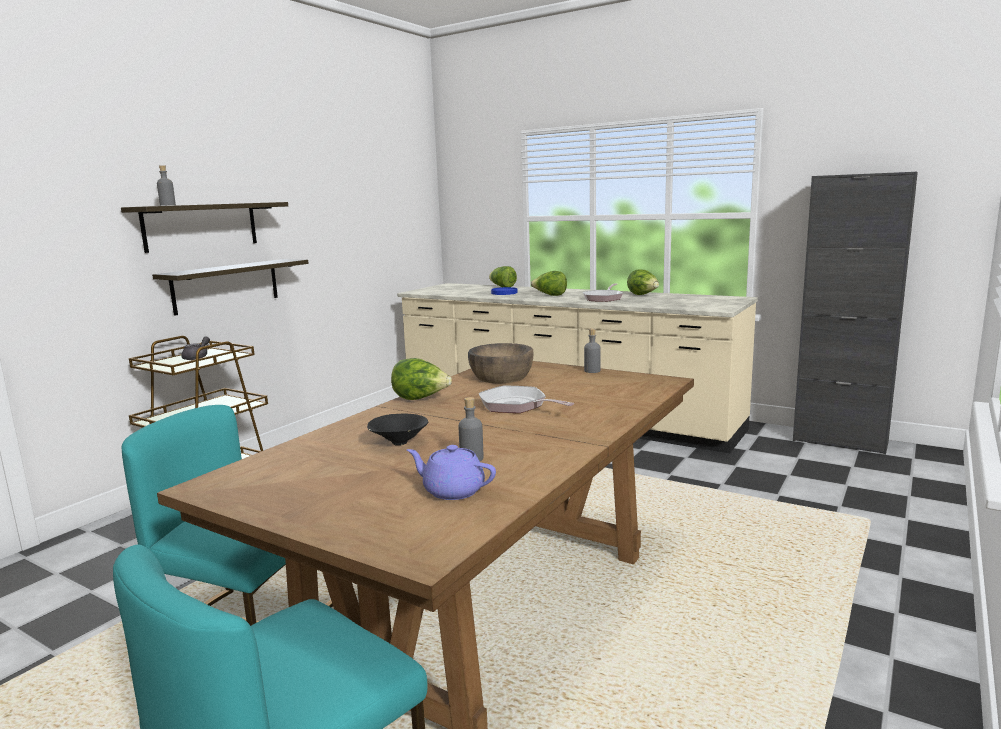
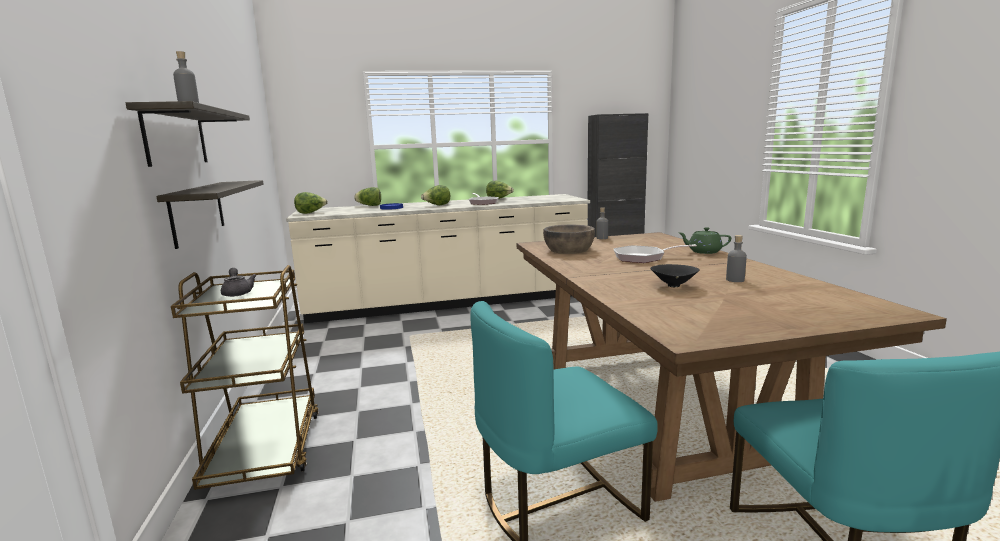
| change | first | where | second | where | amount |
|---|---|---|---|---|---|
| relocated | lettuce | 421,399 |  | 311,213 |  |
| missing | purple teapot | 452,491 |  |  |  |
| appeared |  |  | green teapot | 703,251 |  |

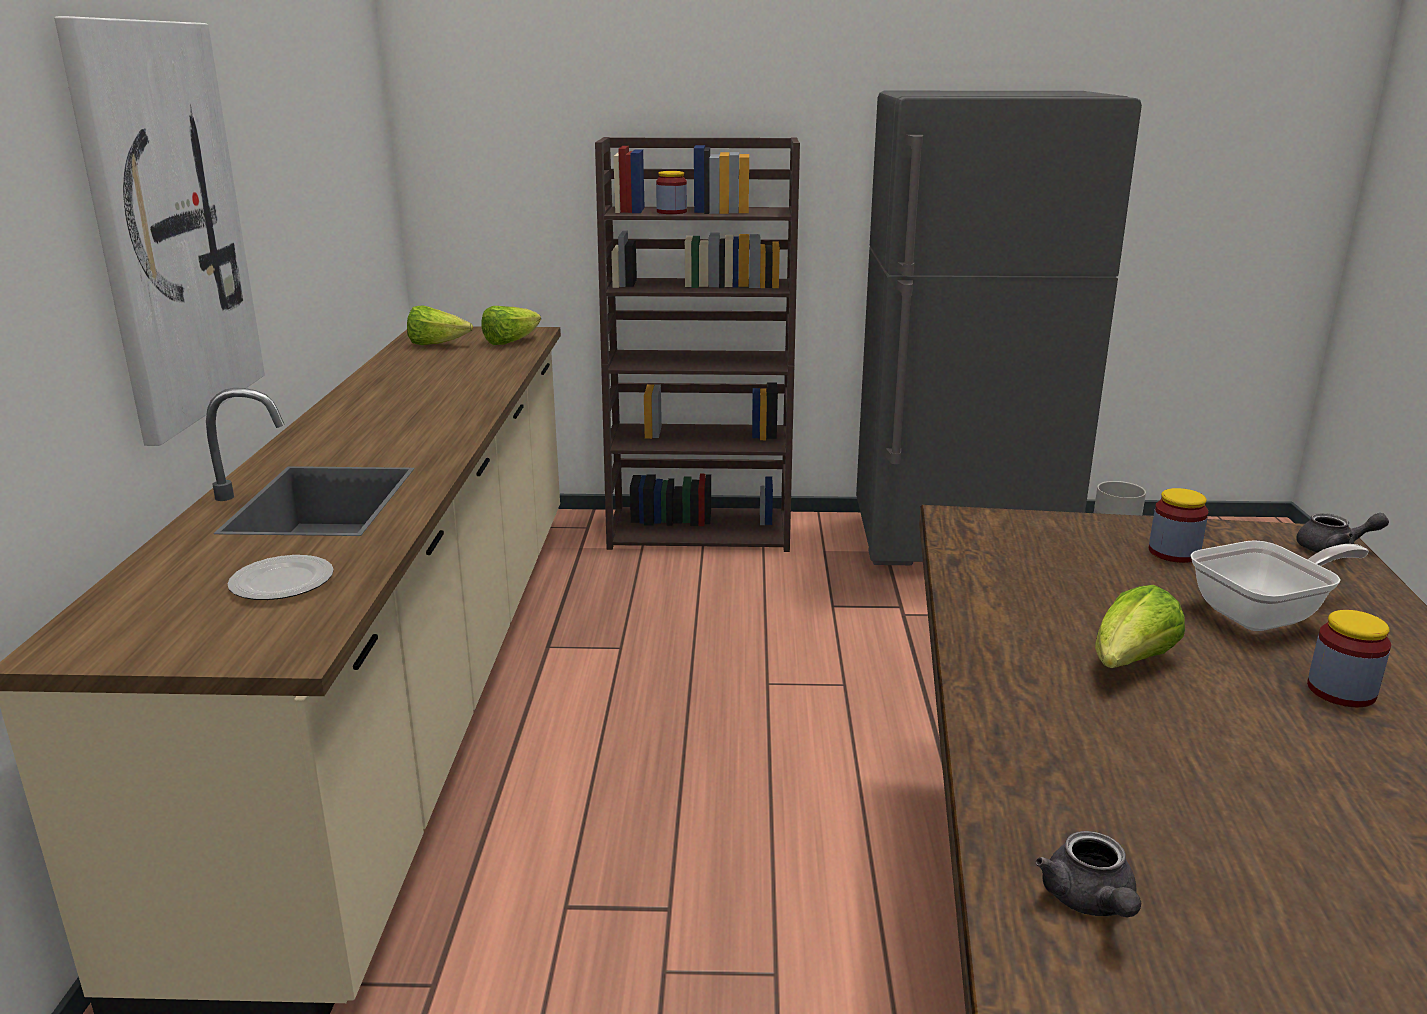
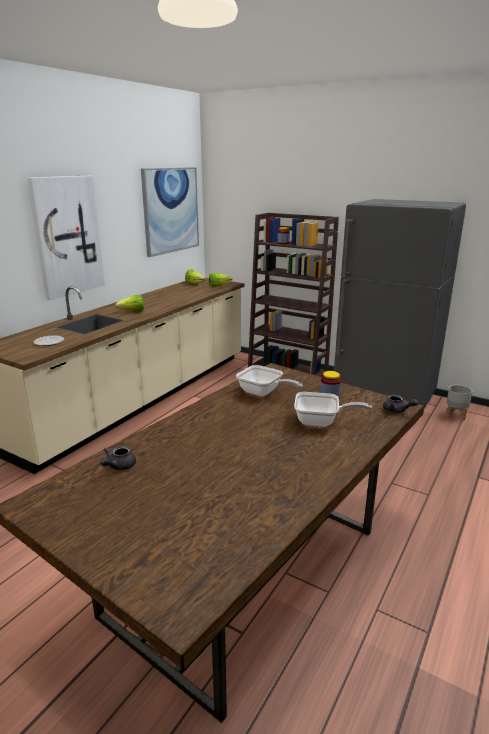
| change | first | where | second | where | amount |
|---|---|---|---|---|---|
| relocated | lettuce | 1130,664 |  | 132,312 |  |
| missing | jar | 1341,691 |  |  |  |
| appeared |  |  | picture | 171,210 |  |
| appeared |  |  | frying pan | 263,393 |  |

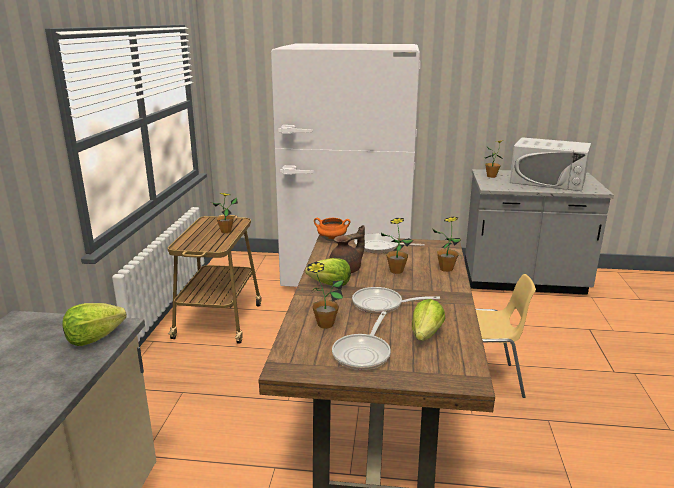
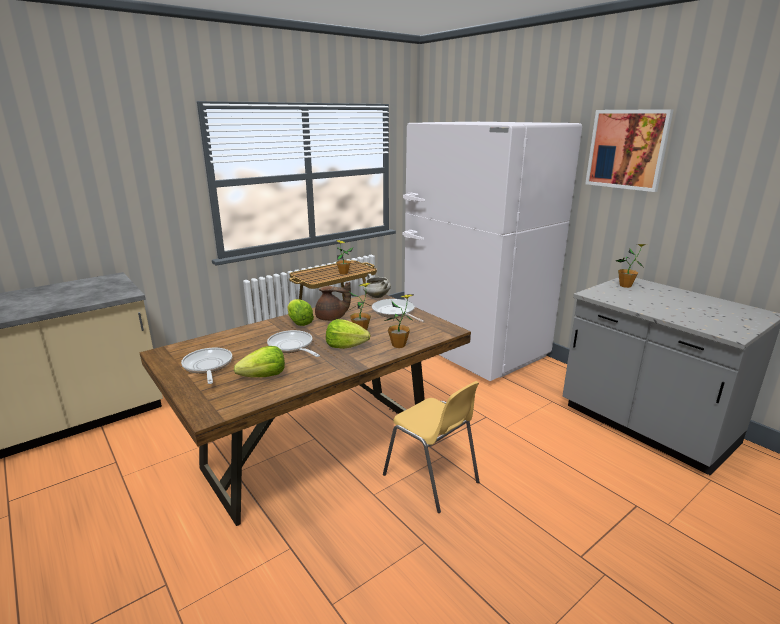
| change | first | where | second | where | amount |
|---|---|---|---|---|---|
| relocated | lettuce | 94,338 |  | 345,346 |  |
| missing | potted plant | 325,324 |  |  |  |
| colour | orange cooking pot | 331,240 | white cooking pot | 376,296 |  |
| spun | frying pan | 363,353 |  | 208,367 | 90 degrees clockwise |
| missing | white microwave | 547,181 |  |  |  |
| appeared |  |  | picture | 627,149 |  |

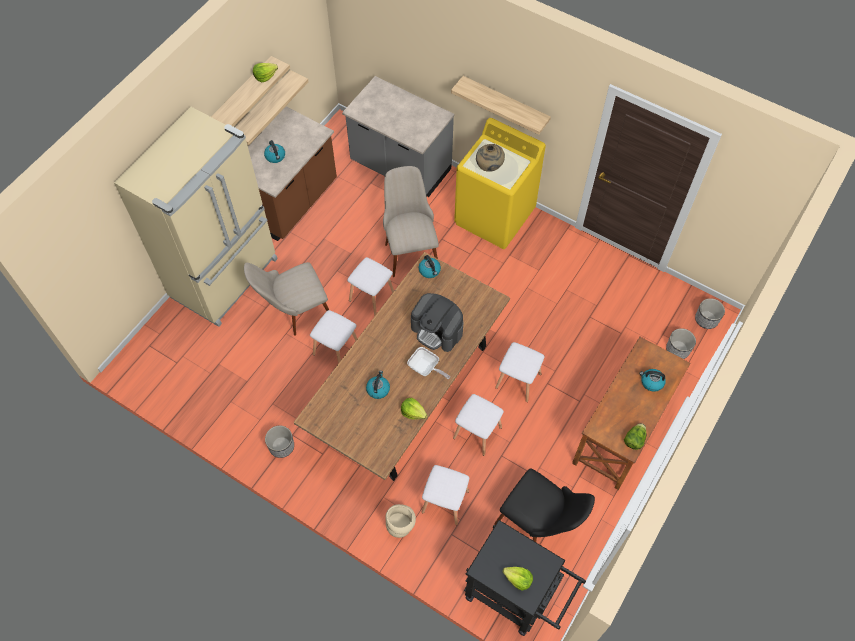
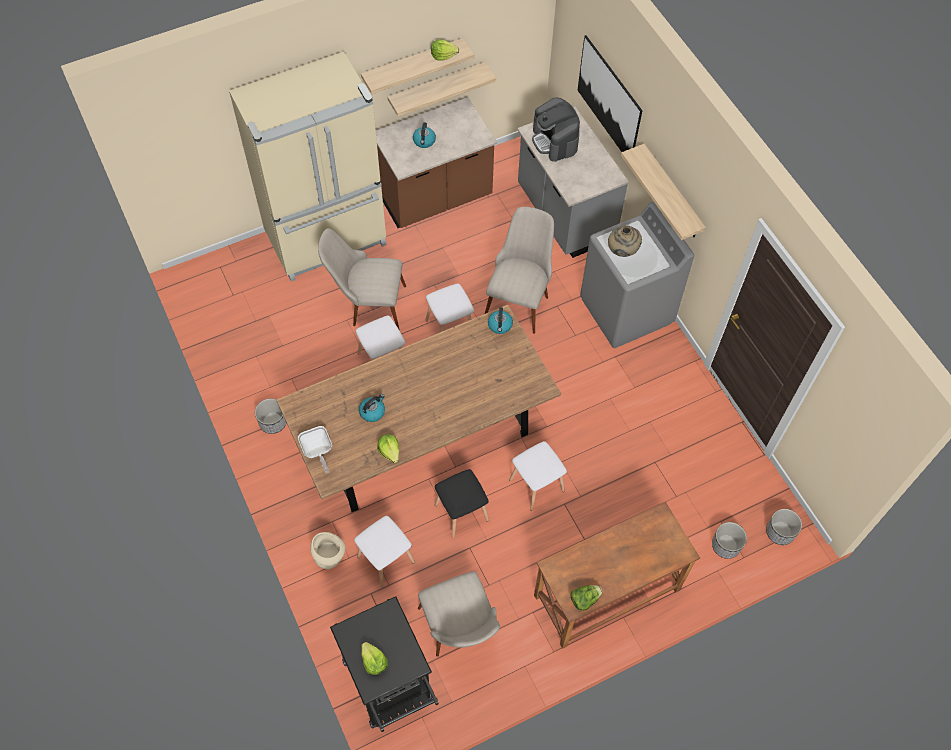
| change | first | where | second | where | amount |
|---|---|---|---|---|---|
| relocated | frying pan | 425,369 |  | 317,451 |  |
| relocated | coffee machine | 437,330 |  | 555,141 |  |
| colour | white stool | 477,433 | black stool | 461,513 |  |
| colour | yellow washing machine | 495,217 | grey washing machine | 626,311 |  |
| colour | black chair | 539,523 | beige chair | 461,633 |  |
| missing | kettle | 651,382 |  |  |  |
| appeared |  |  | picture | 609,99 |  |

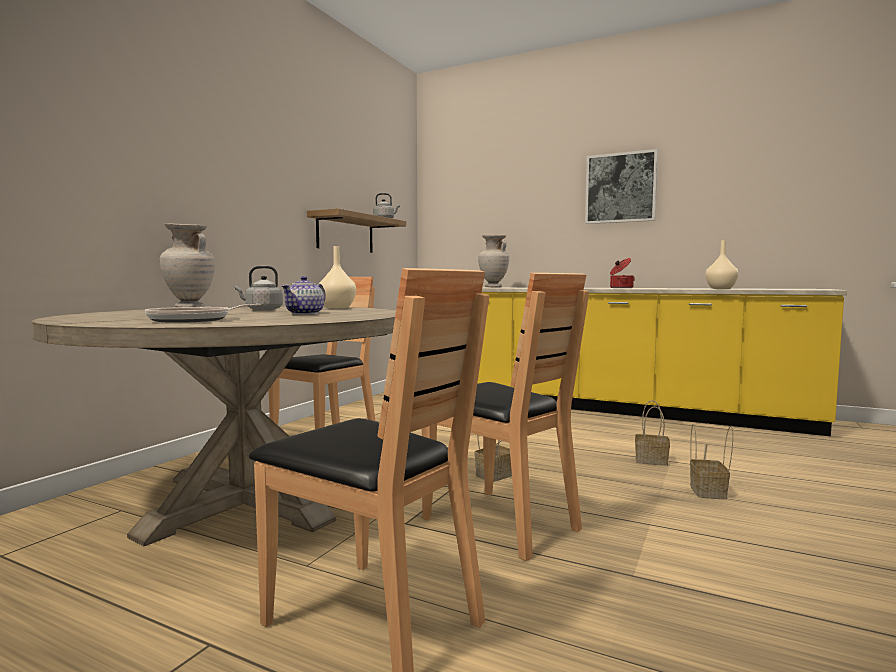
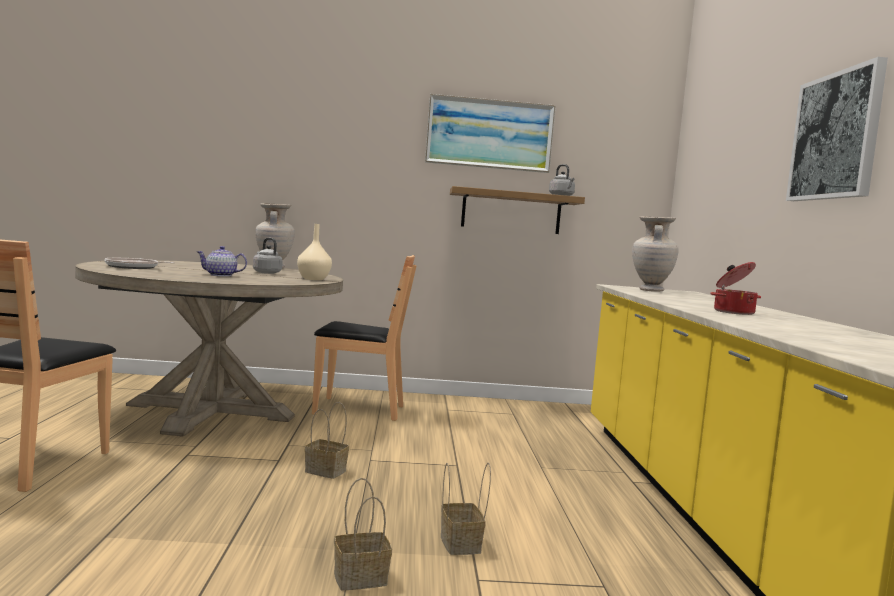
| change | first | where | second | where | amount |
|---|---|---|---|---|---|
| missing | brown chair | 500,522 |  |  |  |
| missing | beige vase | 721,288 |  |  |  |
| appeared |  |  | picture | 489,134 |  |

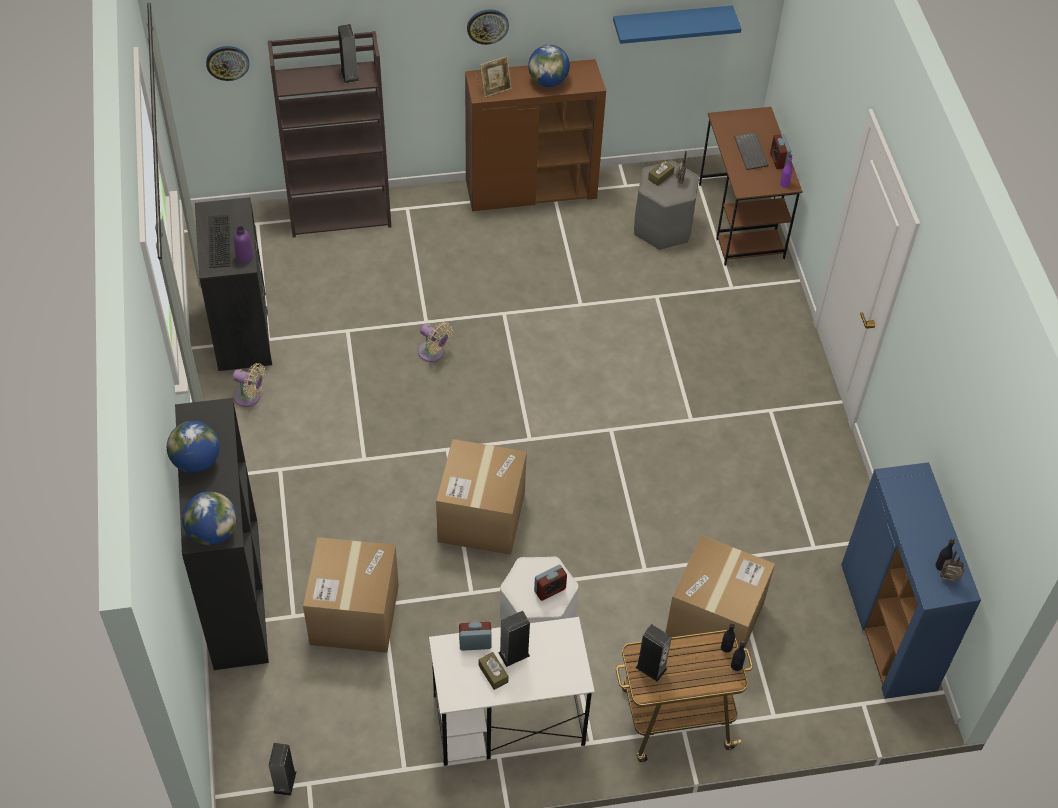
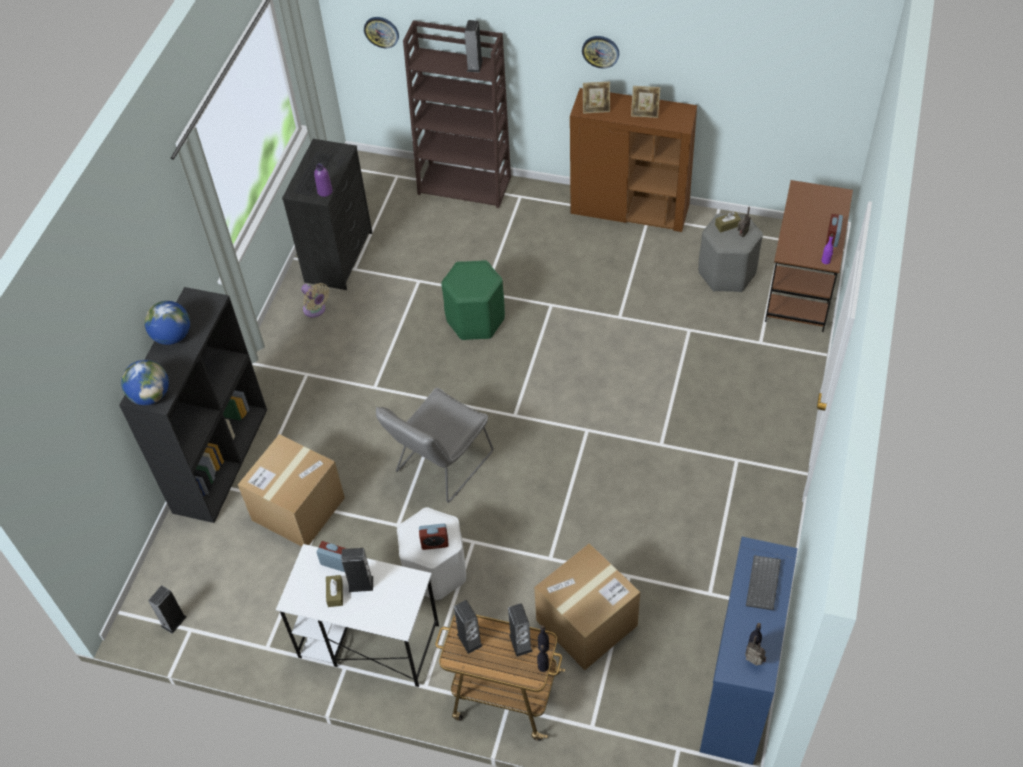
| change | first | where | second | where | amount |
|---|---|---|---|---|---|
| exchanged | beige fan | 433,353 | green stool | 475,320 |  |
| exchanged | cardboard box | 481,517 | grey chair | 440,466 |  |
| exchanged | globe | 548,81 | picture frame | 645,113 |  |
| missing | blue shelf | 671,23 |  |  |  |
| relocated | keyboard | 752,152 |  | 764,584 |  |
| appeared |  |  | speaker | 520,643 |  |

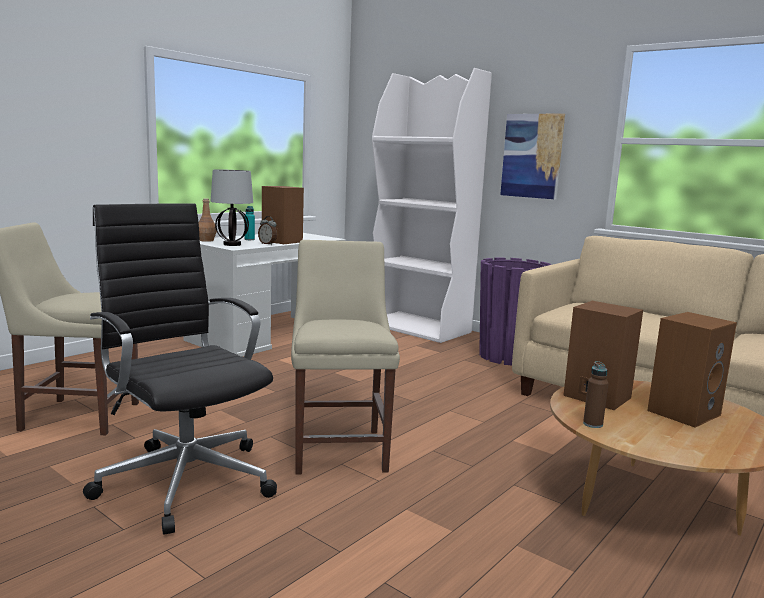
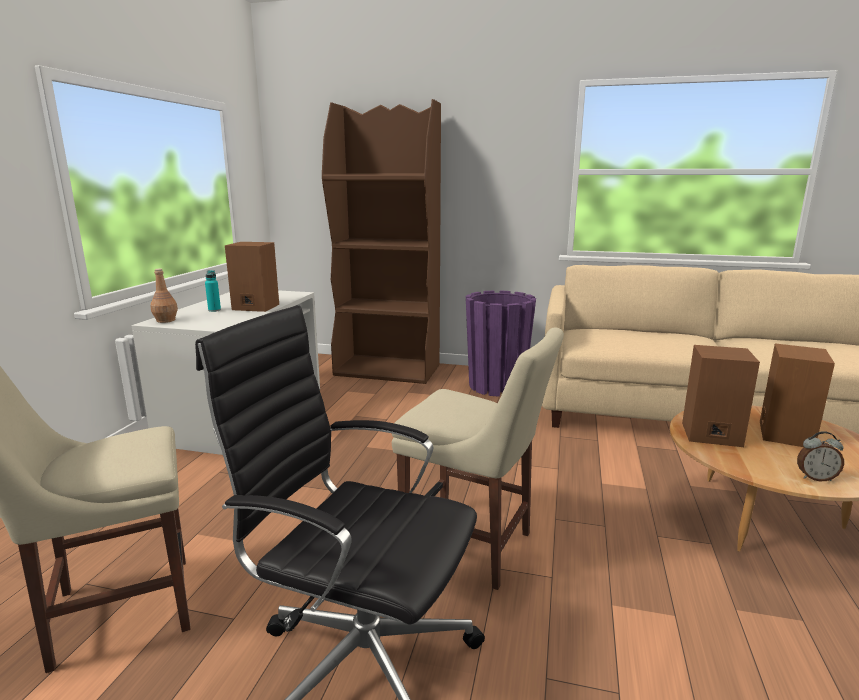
| change | first | where | second | where | amount |
|---|---|---|---|---|---|
| missing | table lamp | 232,244 |  |  |  |
| relocated | alarm clock | 268,244 |  | 815,478 |  |
| spun | beige chair | 339,448 |  | 473,547 | 150 degrees clockwise |
| colour | white bookcase | 418,328 | brown bookcase | 388,370 |  |
| missing | picture | 532,156 |  |  |  |
| missing | brown bottle | 593,424 |  |  |  |

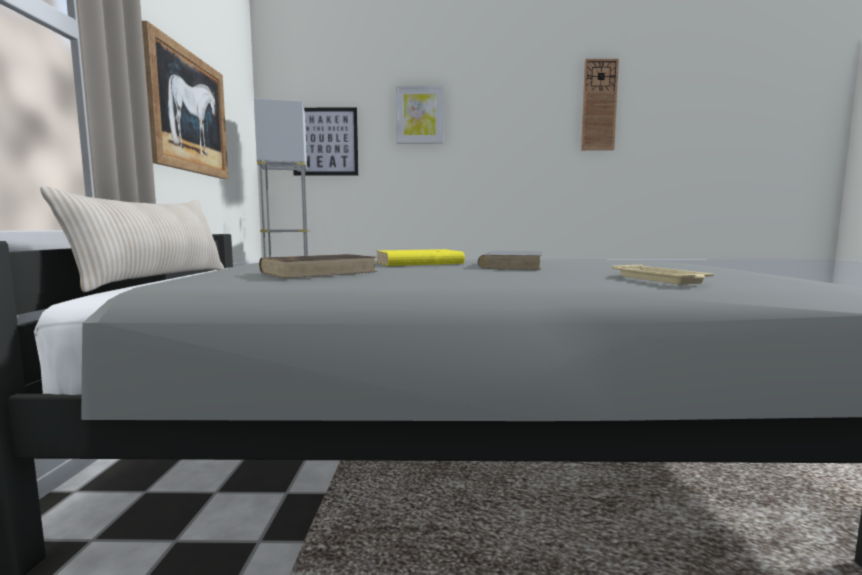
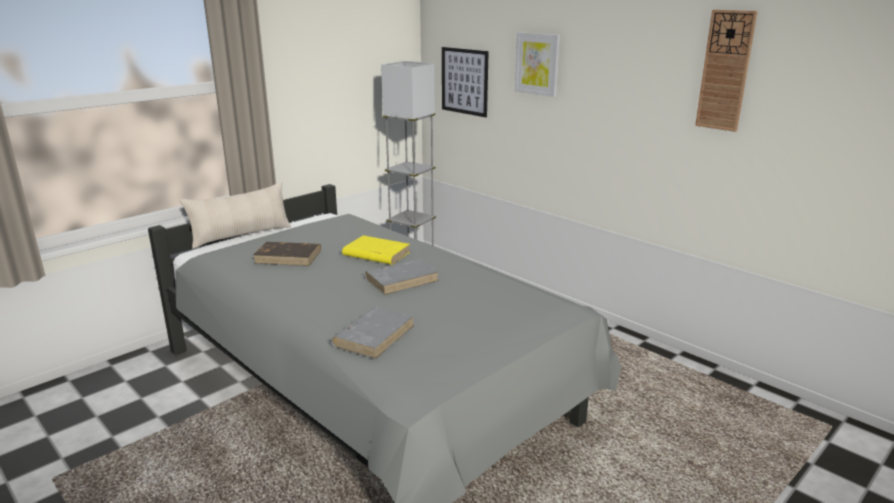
| change | first | where | second | where | amount |
|---|---|---|---|---|---|
| missing | picture | 189,113 |  |  |  |
| exchanged | beige tray | 660,279 | grey book | 374,335 |  |

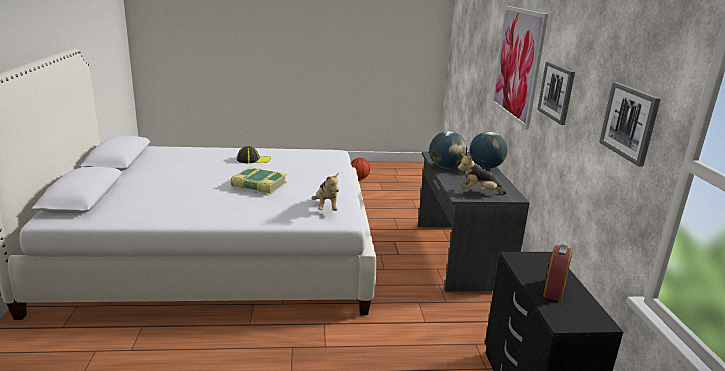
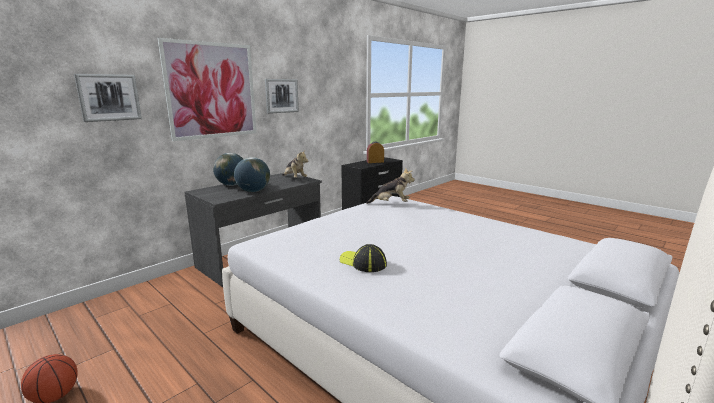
| change | first | where | second | where | amount |
|---|---|---|---|---|---|
| missing | book | 259,185 |  |  |  |
| spun | plush toy | 326,208 |  | 391,204 | 60 degrees clockwise |
| relocated | picture | 629,122 |  | 109,97 |  |

